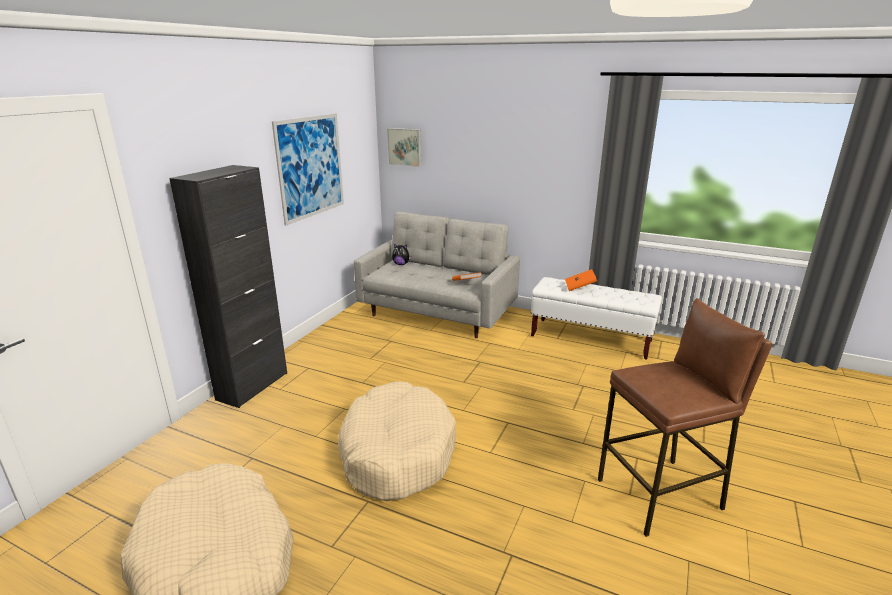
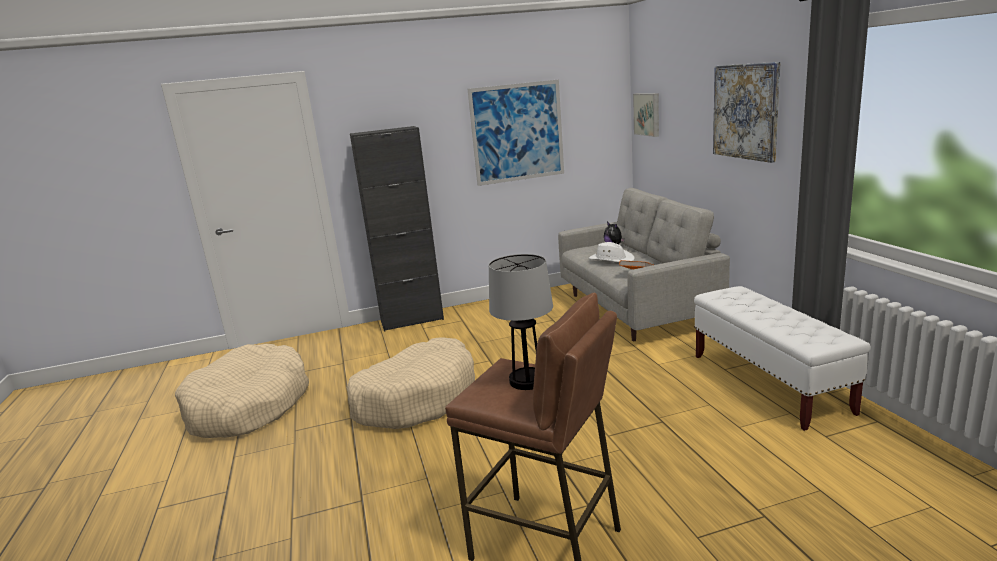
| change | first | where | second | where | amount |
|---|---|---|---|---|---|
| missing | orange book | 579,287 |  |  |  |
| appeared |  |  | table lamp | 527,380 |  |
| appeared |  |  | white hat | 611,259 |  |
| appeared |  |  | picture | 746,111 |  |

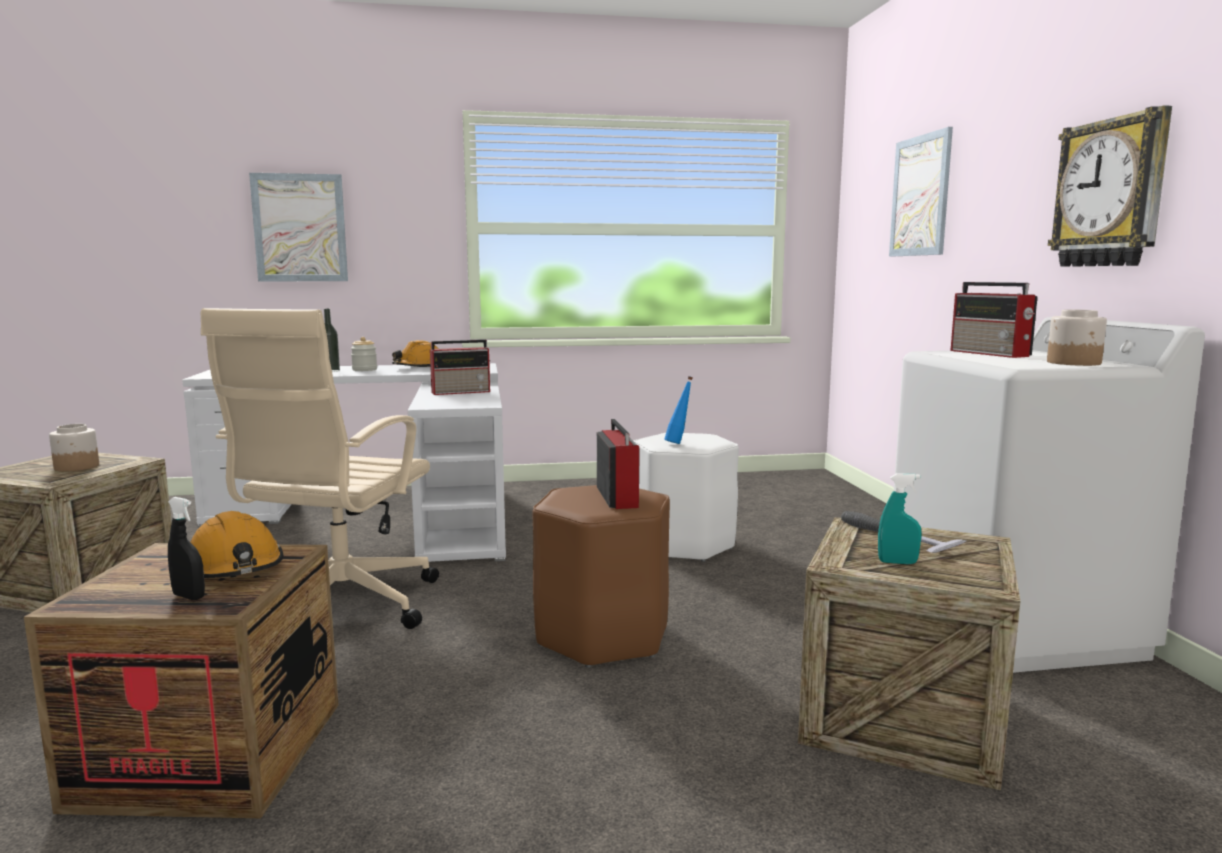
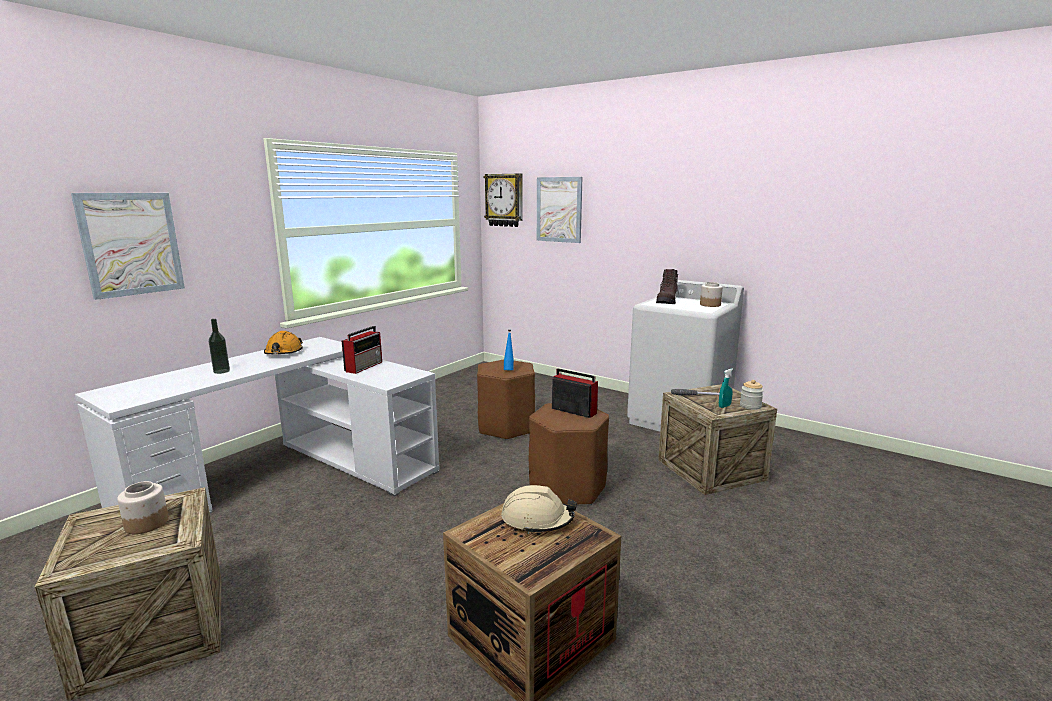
| change | first | where | second | where | amount |
|---|---|---|---|---|---|
| missing | black spray bottle | 189,596 |  |  |  |
| colour | orange hard hat | 235,568 | beige hard hat | 537,520 |  |
| missing | beige office chair | 338,608 |  |  |  |
| relocated | jar | 364,370 |  | 750,406 |  |
| colour | white stool | 683,544 | brown stool | 506,427 |  |
| exchanged | radio | 991,353 | brown boot | 667,302 |  |
| relocated | wall clock | 1111,193 |  | 504,200 |  |

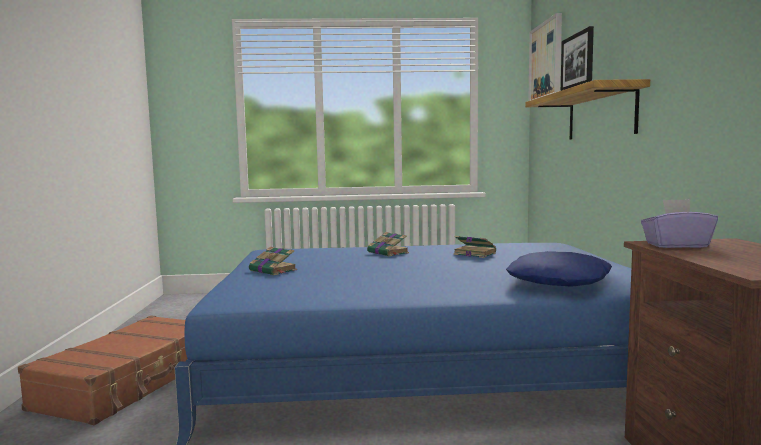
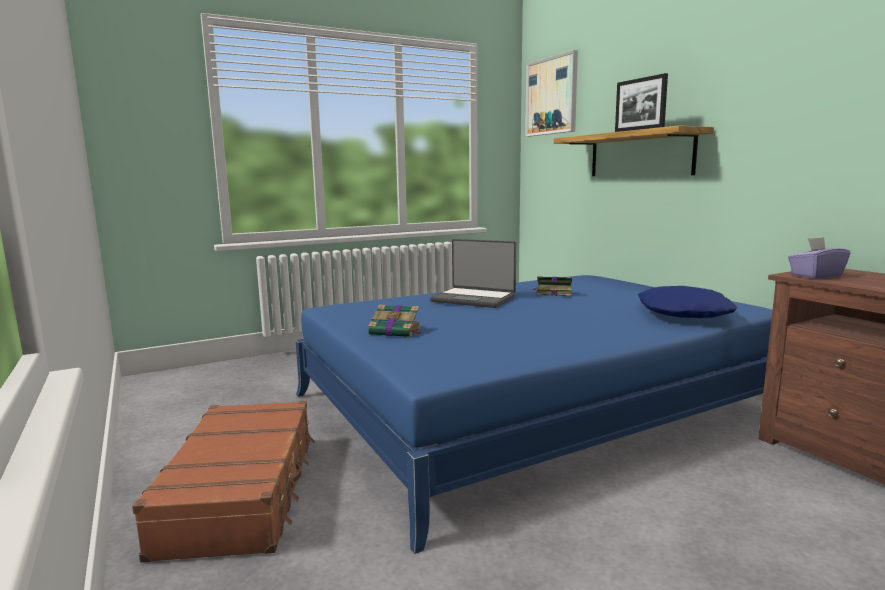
| change | first | where | second | where | amount |
|---|---|---|---|---|---|
| exchanged | book | 388,253 | laptop | 474,299 |  |

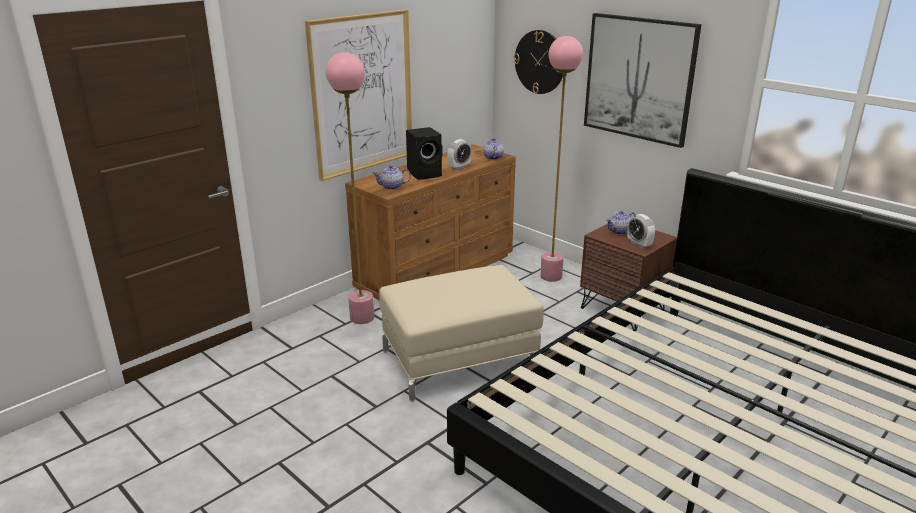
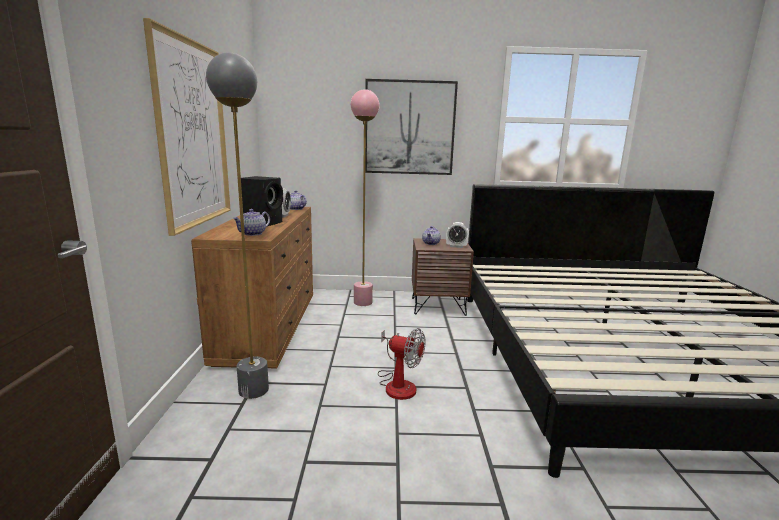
| change | first | where | second | where | amount |
|---|---|---|---|---|---|
| colour | pink floor lamp | 362,318 | grey floor lamp | 253,390 |  |
| exchanged | beige ottoman | 459,360 | fan | 397,384 |  |
| missing | wall clock | 540,62 |  |  |  |

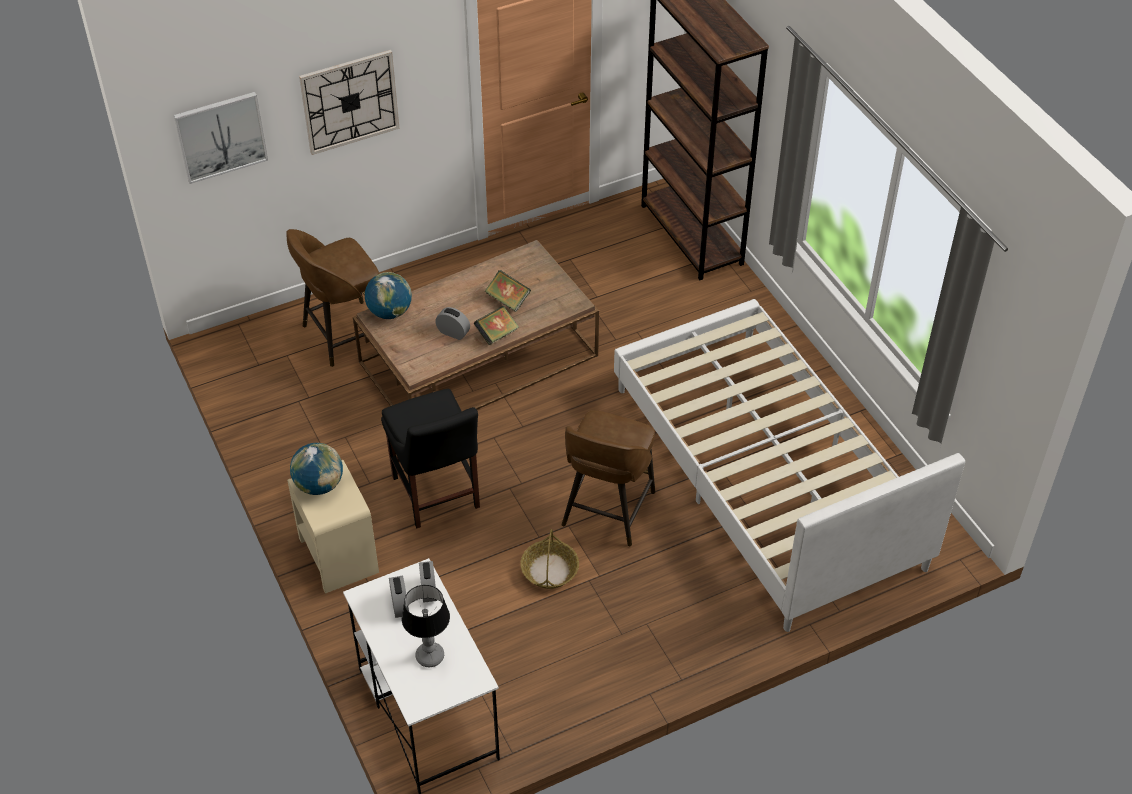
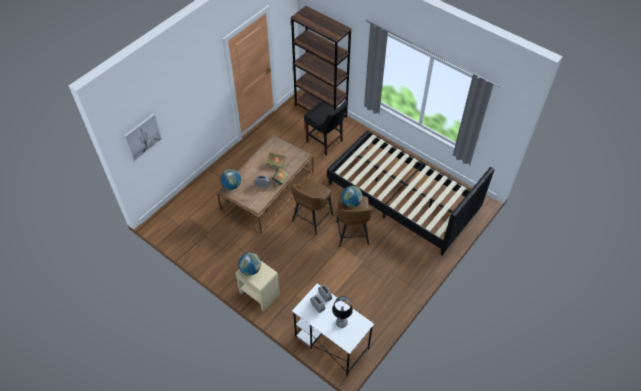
| change | first | where | second | where | amount |
|---|---|---|---|---|---|
| relocated | brown stool | 344,334 |  | 311,219 |  |
| missing | wall clock | 349,101 |  |  |  |
| relocated | black chair | 437,496 |  | 325,142 |  |
| missing | basket | 550,570 |  |  |  |
| colour | white bed | 766,476 | black bed | 402,198 |  |
| appeared |  |  | globe | 351,203 |  |

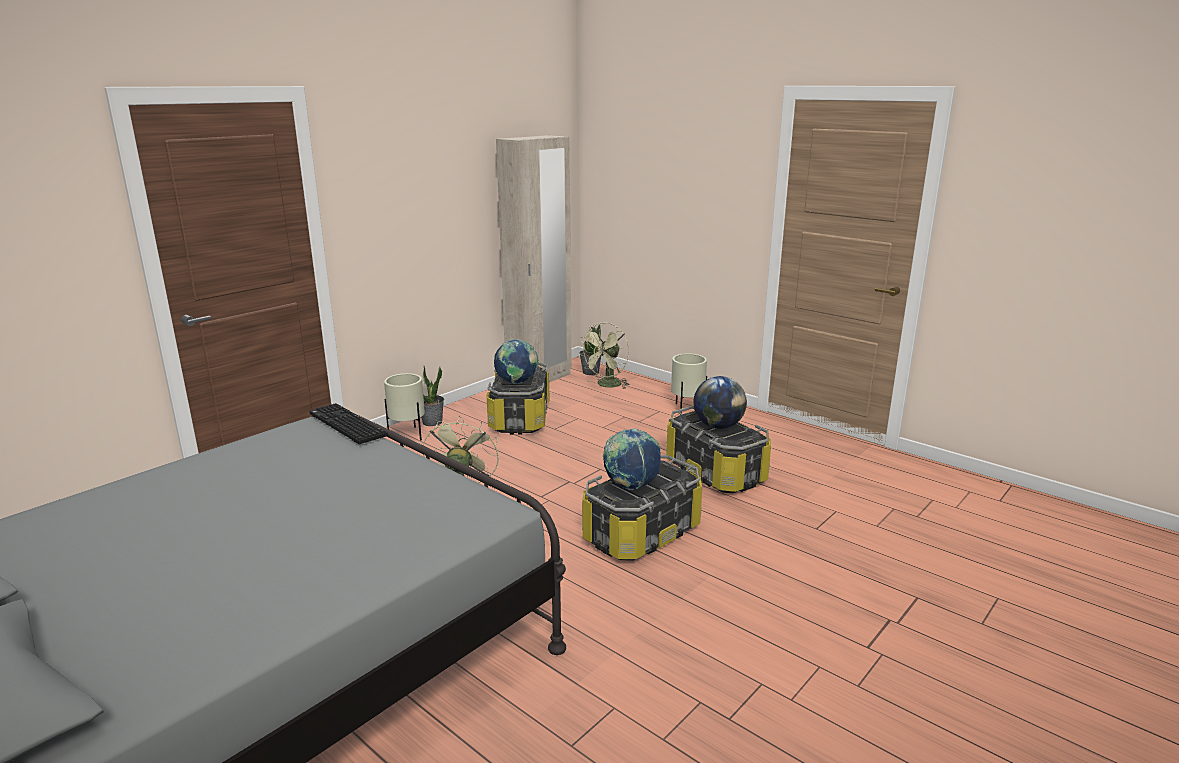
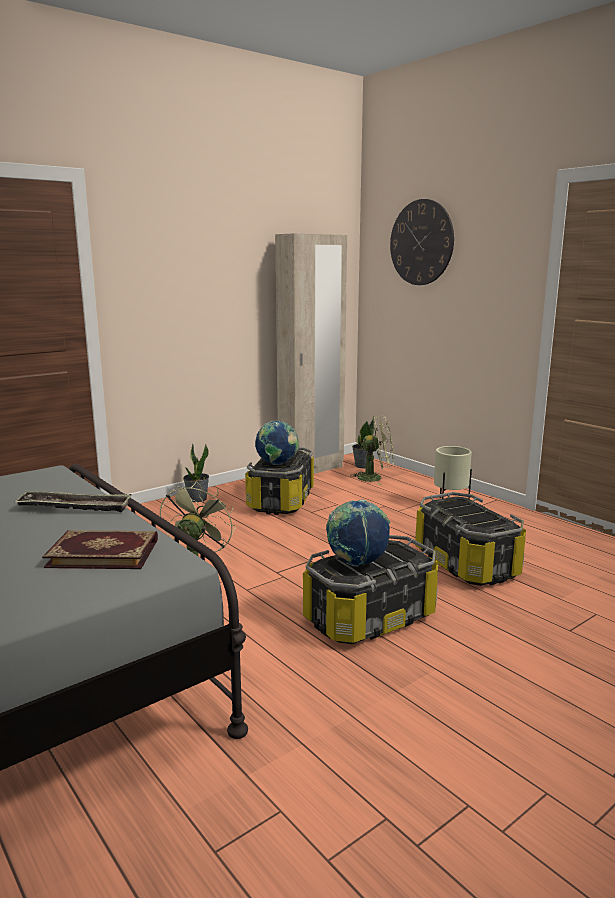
| change | first | where | second | where | amount |
|---|---|---|---|---|---|
| missing | keyboard | 345,425 |  |  |  |
| missing | beige planter | 408,435 |  |  |  |
| spun | green fan | 607,385 |  | 375,478 | 135 degrees counterclockwise |
| missing | globe | 718,426 |  |  |  |
| appeared |  |  | tray | 74,507 |  |
| appeared |  |  | book | 104,552 |  |
| appeared |  |  | wall clock | 421,242 |  |

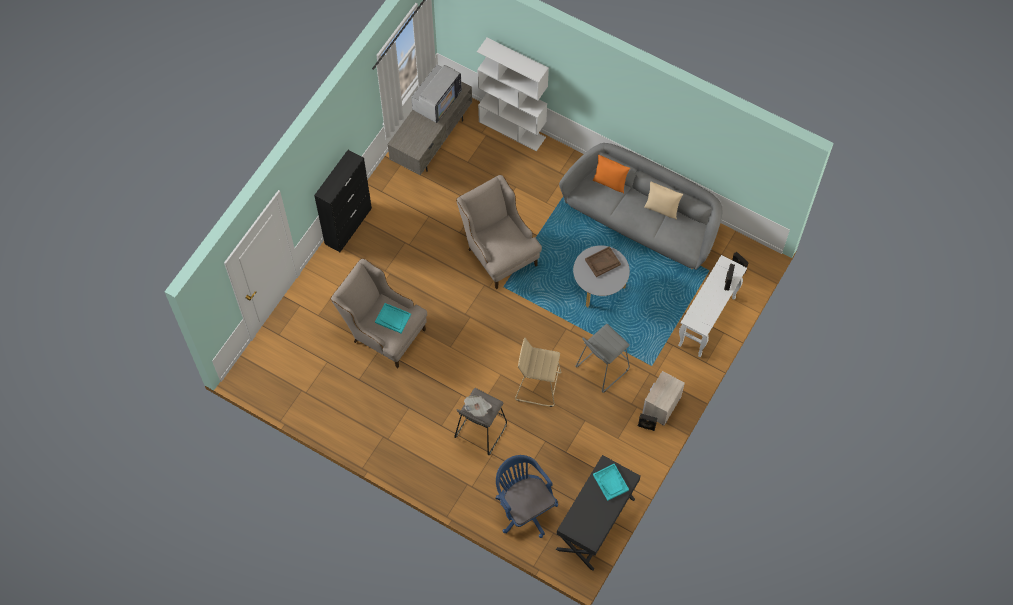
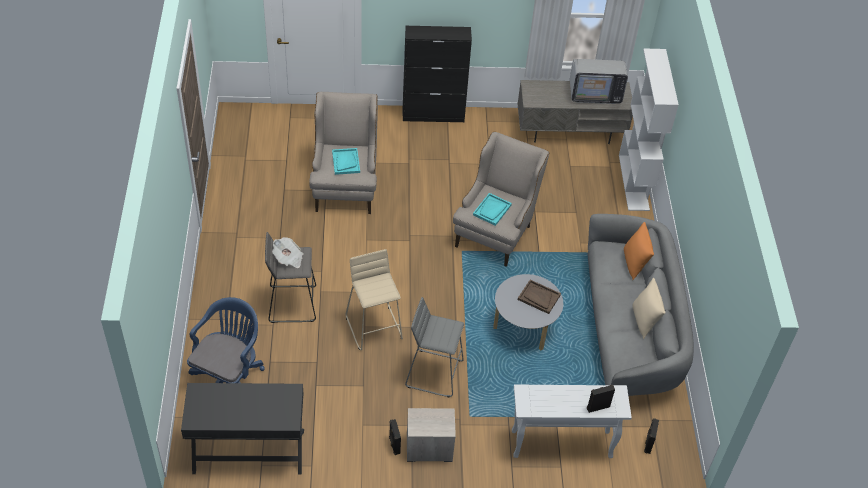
| change | first | where | second | where | amount |
|---|---|---|---|---|---|
| relocated | turquoise tray | 610,482 |  | 492,210 |  |

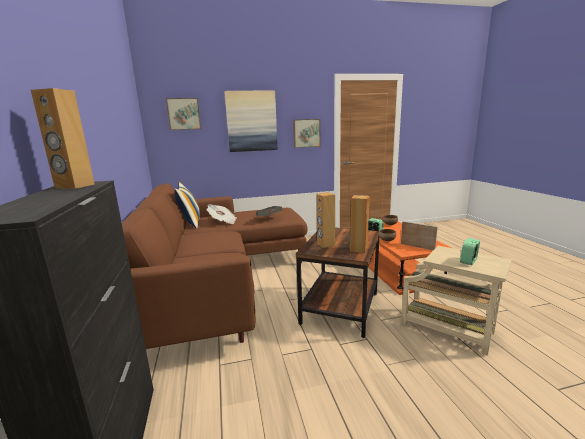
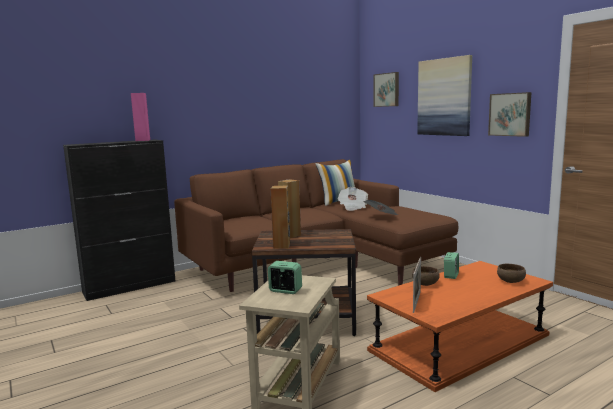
| change | first | where | second | where | amount |
|---|---|---|---|---|---|
| colour | brown speaker | 74,186 | pink speaker | 142,140 |  |

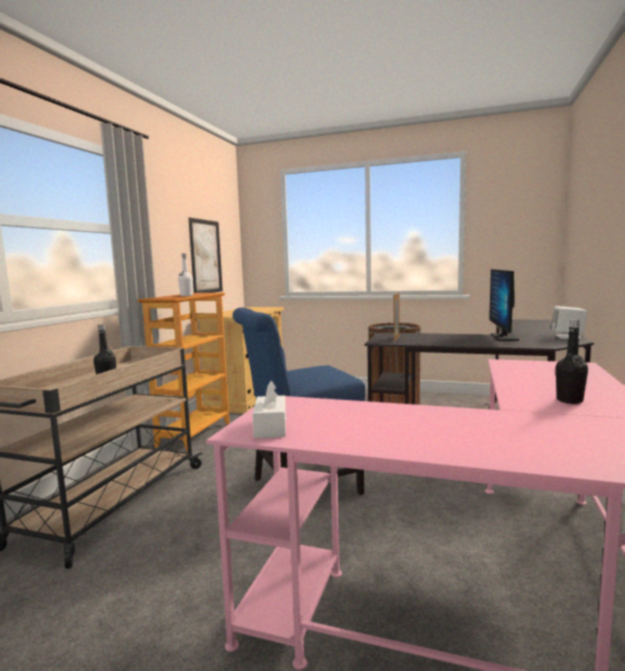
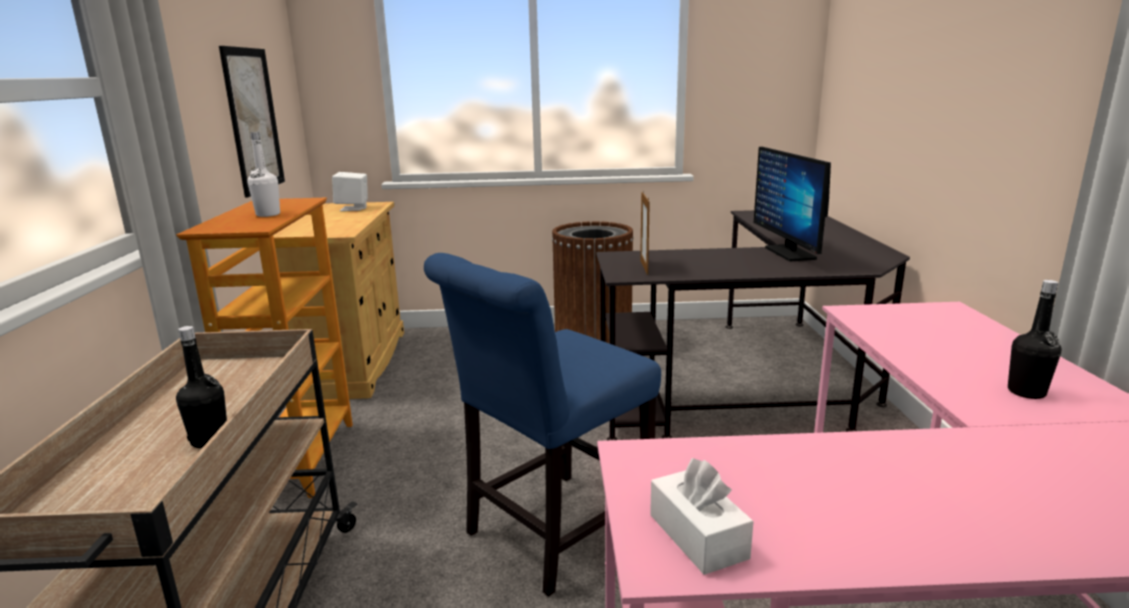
| change | first | where | second | where | amount |
|---|---|---|---|---|---|
| relocated | white speaker | 568,337 |  | 353,208 |  |

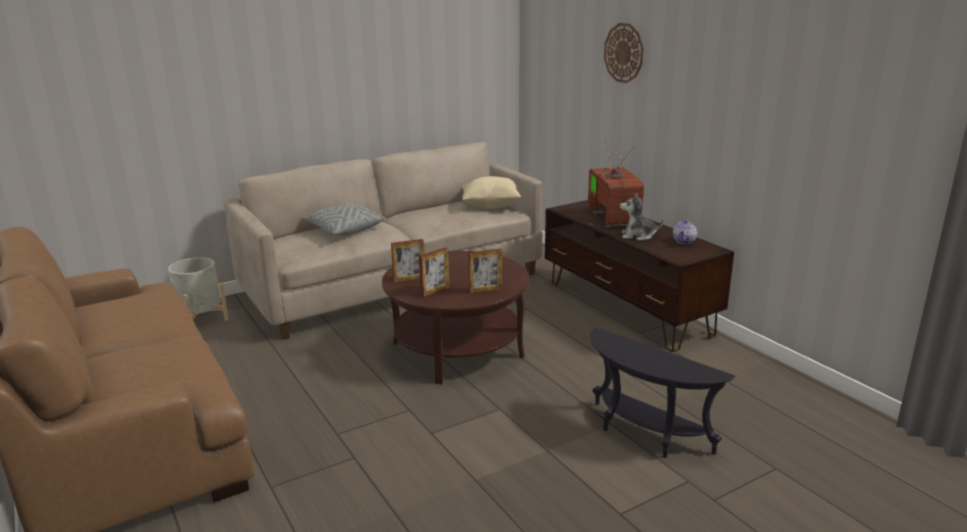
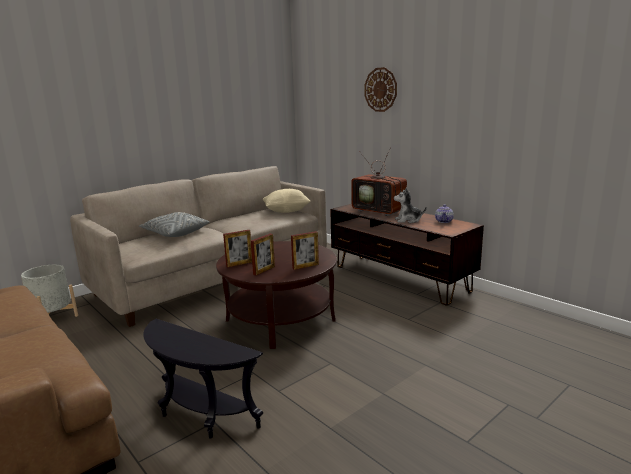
| change | first | where | second | where | amount |
|---|---|---|---|---|---|
| spun | television | 609,218 |  | 381,211 | 150 degrees clockwise |
| relocated | black side table | 644,434 |  | 200,415 |  |

